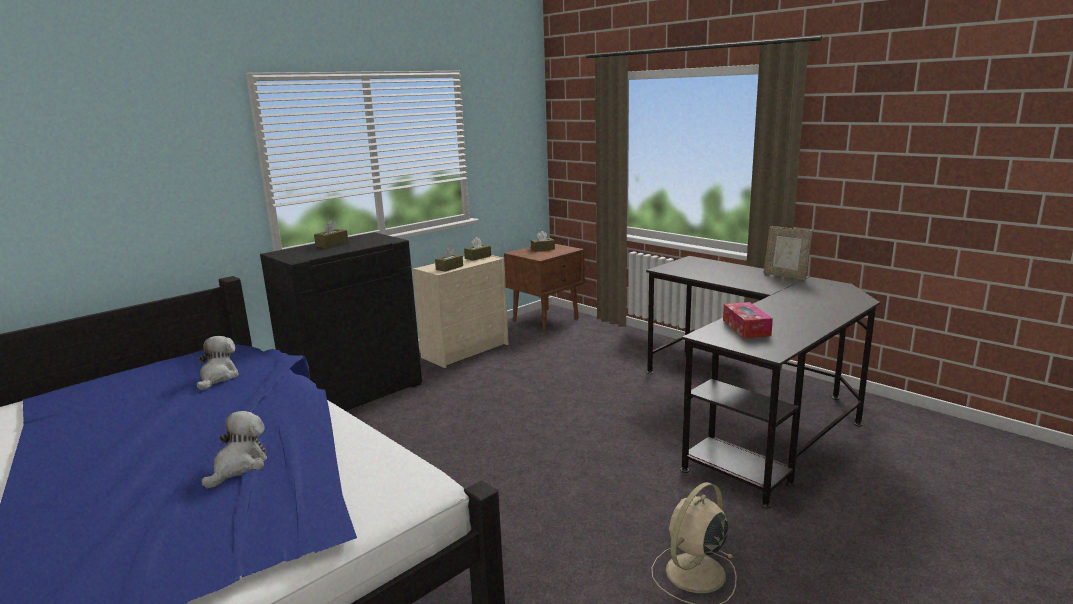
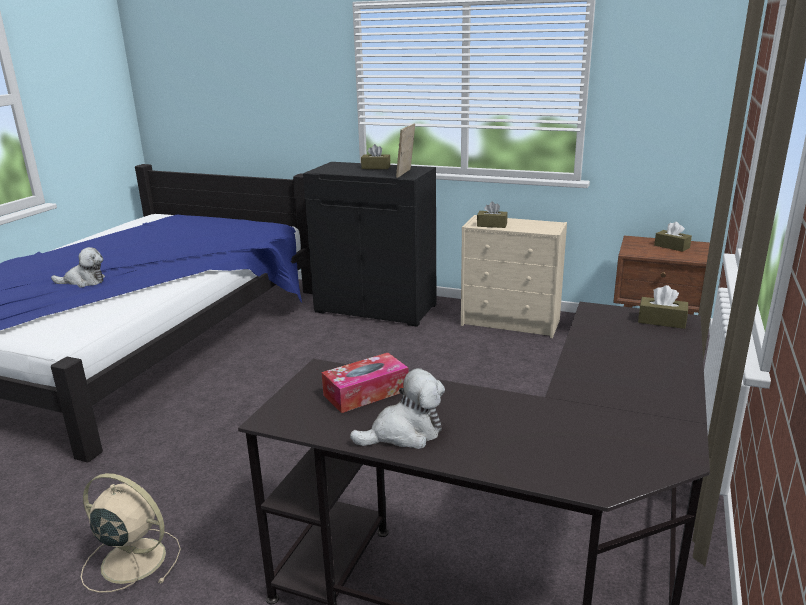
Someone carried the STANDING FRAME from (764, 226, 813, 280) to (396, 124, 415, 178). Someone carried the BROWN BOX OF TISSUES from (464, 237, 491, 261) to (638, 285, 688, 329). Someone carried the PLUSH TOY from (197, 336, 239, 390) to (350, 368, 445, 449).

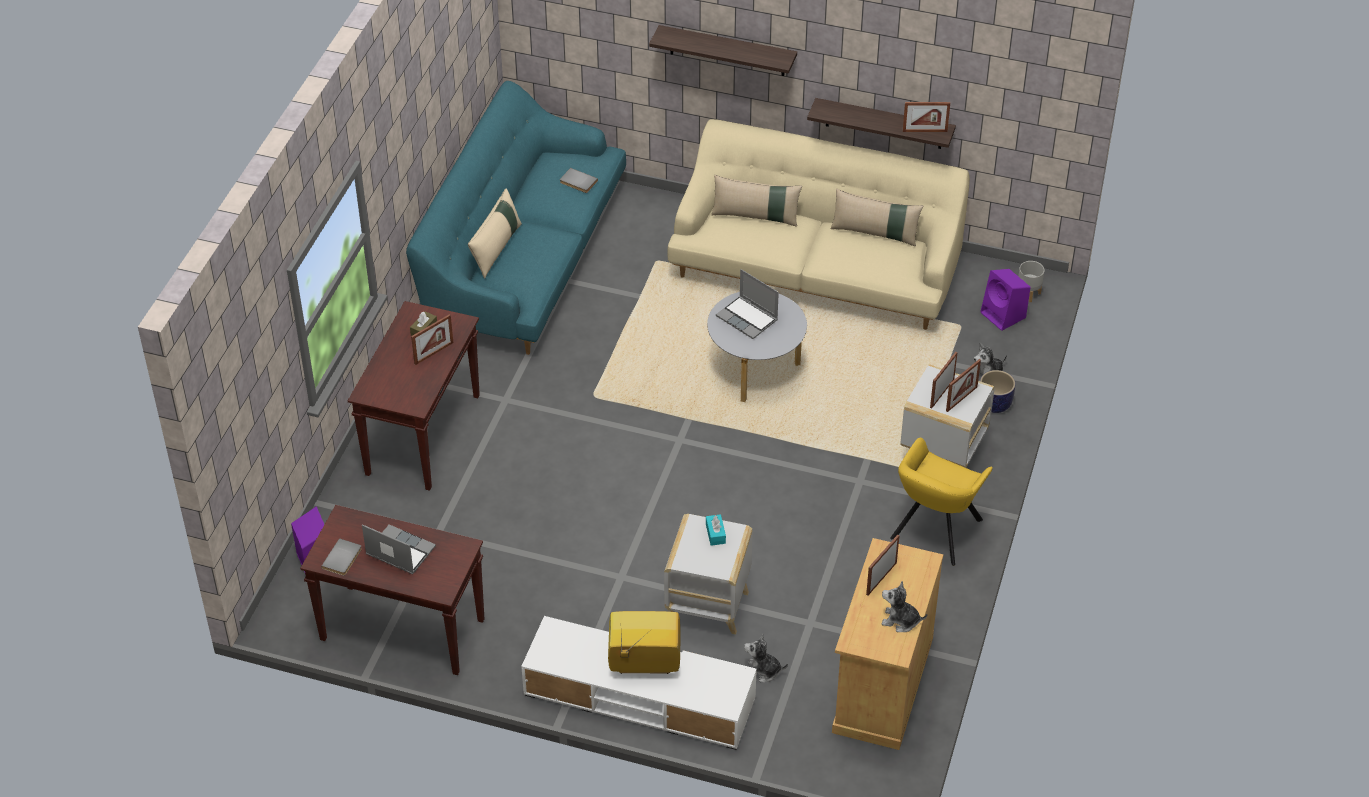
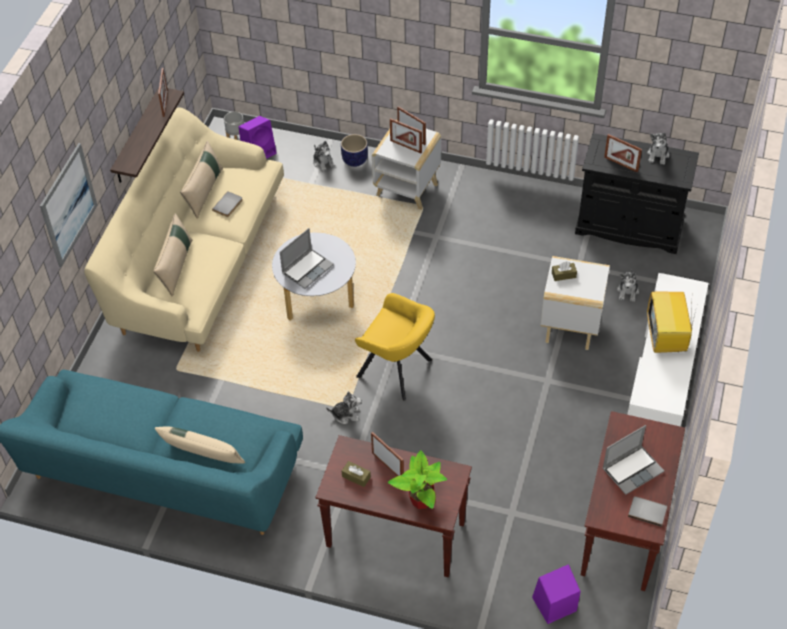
Someone swapped the WALL SHELF at (649, 25, 797, 76) for the PICTURE at (40, 143, 97, 267). Someone carried the GREYISH BOUND BOOK from (560, 168, 598, 193) to (212, 191, 243, 217). Someone carried the YELLOW-COLOURED EASY CHAIR from (890, 438, 993, 566) to (355, 293, 435, 401). Someone repainted the BLUE-GREEN BOX OF TISSUES at (706, 514, 726, 546), which became the BROWN BOX OF TISSUES at (552, 261, 577, 281). Someone rotated the LAPTOP at (362, 524, 436, 574) by 150 degrees counterclockwise. Someone repainted the BEIGE-COLOURED CABINET at (832, 538, 944, 750), which became the BLACKISH CABINET at (575, 133, 699, 254). Someone put down the PLUSH TOY at (326, 391, 362, 424). Someone put down the HOUSEPLANT at (388, 450, 447, 509).

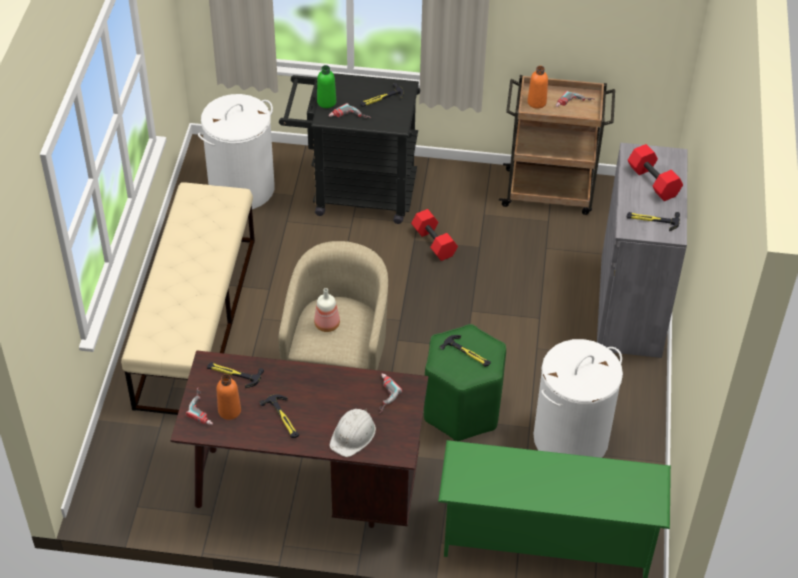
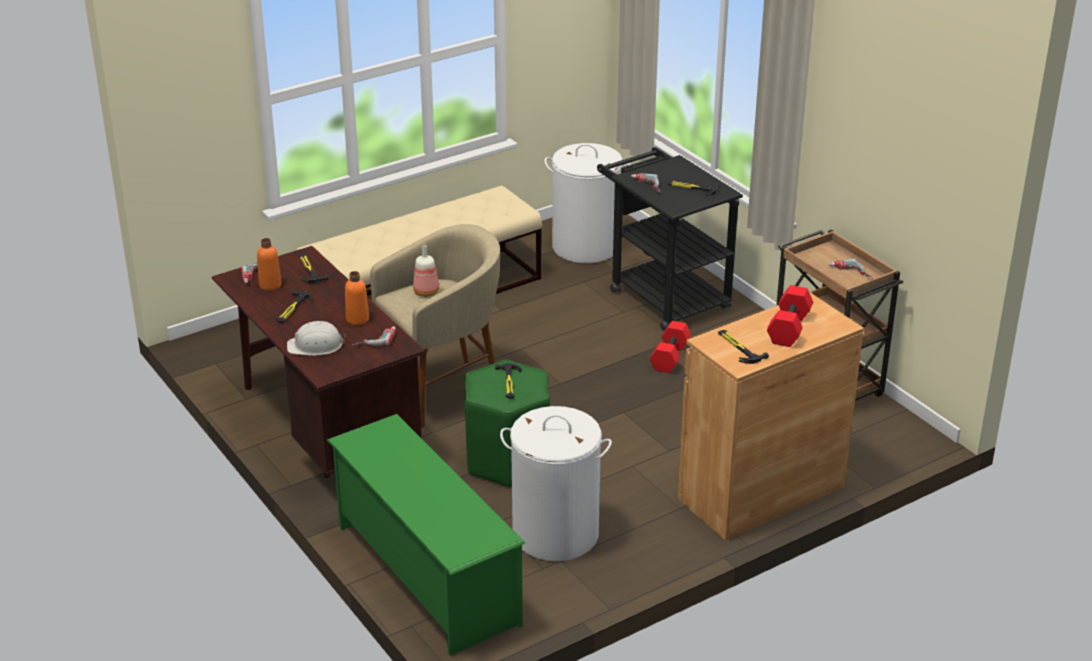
Someone took away the GREENISH DRINK BOTTLE at (317, 65, 336, 108). Someone carried the ORANGE-COLOURED DRINK BOTTLE from (527, 66, 548, 109) to (345, 271, 369, 325). Someone repainted the GREYISH CABINET at (597, 143, 687, 358), which became the BROWN CABINET at (678, 293, 864, 541).

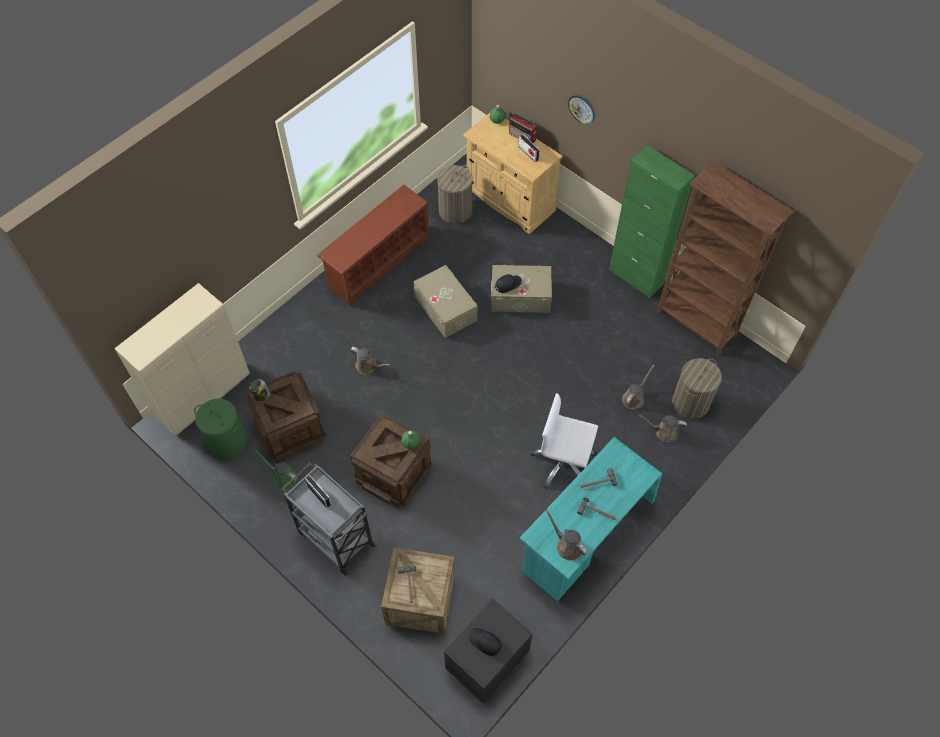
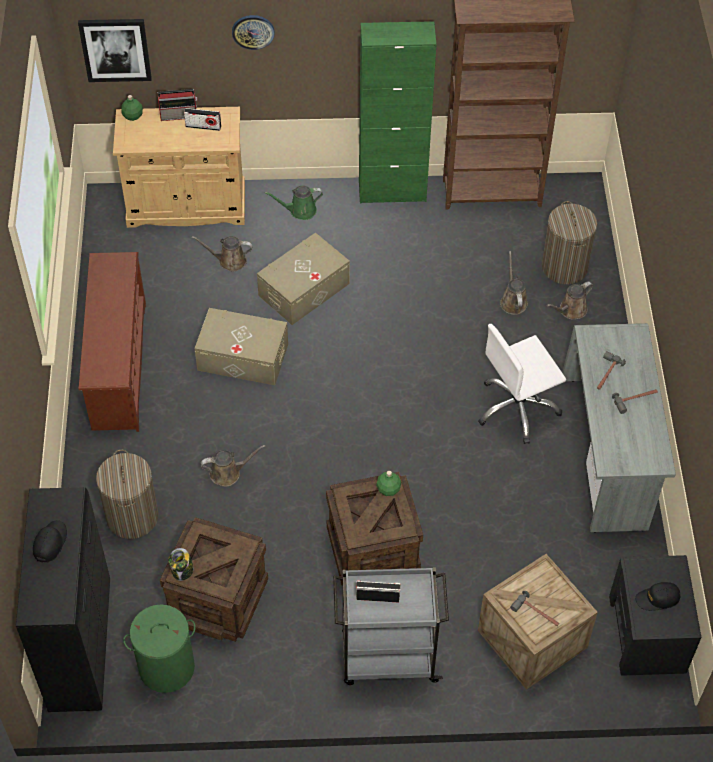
Someone carried the HAMPER from (437, 165, 473, 224) to (96, 449, 158, 539). Someone carried the BLACKISH BASEBALL CAP from (495, 274, 522, 293) to (33, 520, 67, 562). Someone repainted the BEIGE-COLOURED CABINET at (114, 283, 250, 436), which became the BLACKISH CABINET at (16, 487, 110, 712). Someone repainted the BLUE-GREEN DESK at (520, 437, 662, 601), which became the GREYISH DESK at (562, 323, 676, 532). Someone carried the GREENISH SPRINKLING CAN from (255, 450, 298, 490) to (265, 186, 323, 220). Someone carried the BROWN SPRINKLING CAN from (545, 509, 588, 561) to (192, 236, 253, 271). Someone put up the PICTURE at (78, 19, 152, 82).

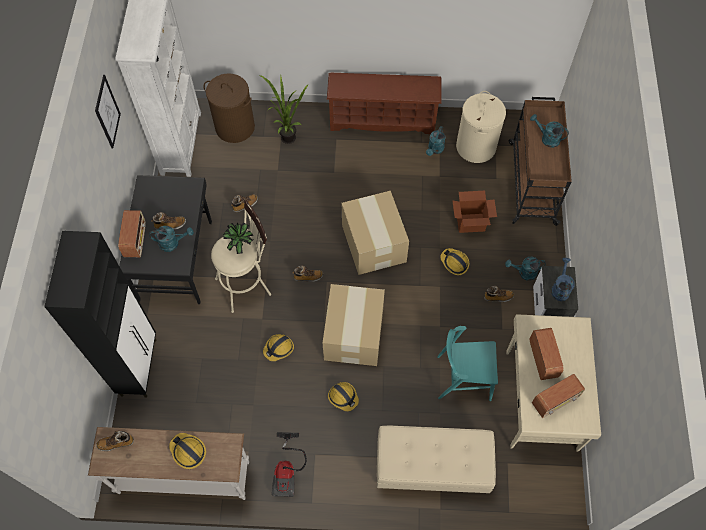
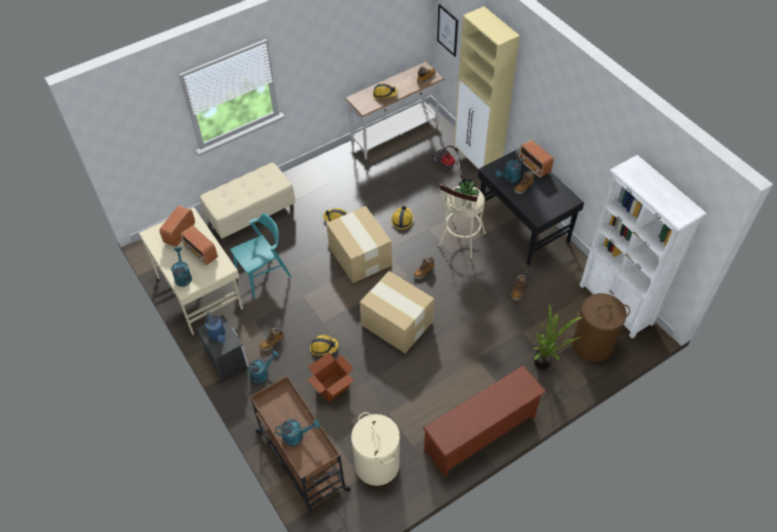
Someone carried the PICTURE from (95, 75, 121, 149) to (437, 4, 458, 57). Someone carried the BLUE-GREEN SPRINKLING CAN from (426, 126, 446, 156) to (171, 247, 192, 287). Someone repainted the BLACKISH CABINET at (44, 231, 156, 398), which became the BEIGE-COLOURED CABINET at (454, 6, 520, 169). Someone carried the VACUUM CLEANER from (272, 432, 307, 497) to (432, 146, 472, 186).

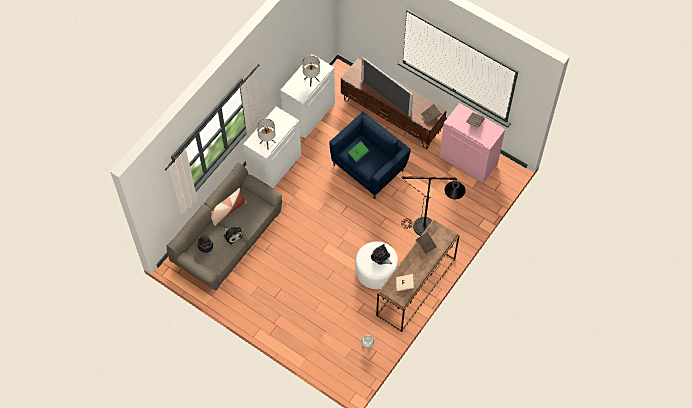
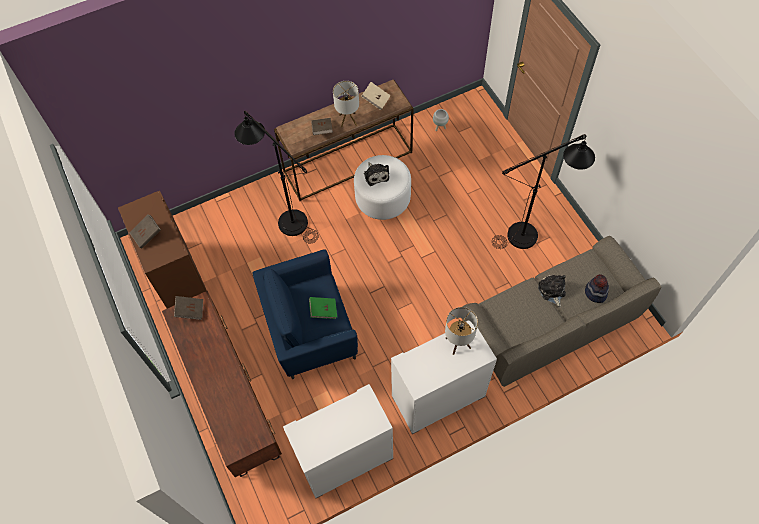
Someone carried the TABLE LAMP from (302, 55, 320, 87) to (333, 81, 359, 127). Someone took away the TV SET at (361, 57, 413, 117). Someone repainted the PINKISH CABINET at (439, 103, 505, 183), which became the BROWN CABINET at (118, 191, 207, 308). Someone took away the THROW PILLOW at (211, 188, 247, 226). Someone put down the BLACKISH STANDING LAMP at (492, 134, 595, 249).

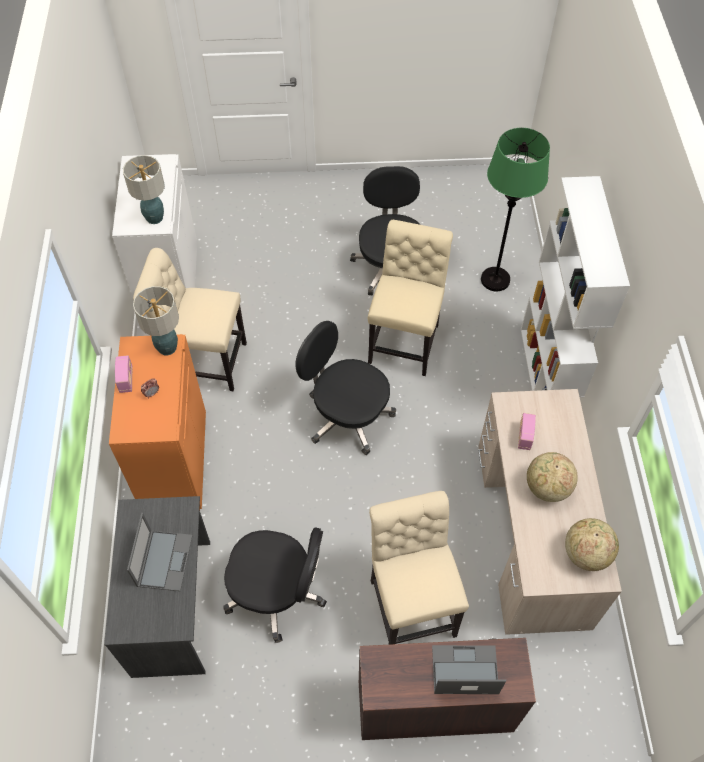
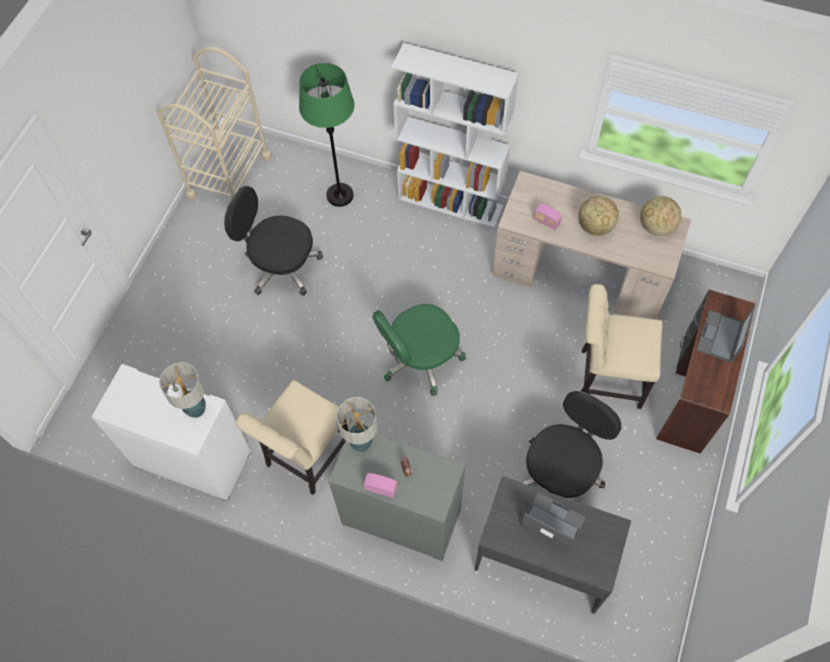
Someone took away the BEIGE-COLOURED CHAIR at (368, 220, 453, 376). Someone repainted the BLACKISH DESK CHAIR at (295, 321, 396, 455), which became the GREENISH DESK CHAIR at (372, 304, 466, 396). Someone repainted the ORANGE-COLOURED CABINET at (109, 334, 206, 510), which became the GREYISH CABINET at (328, 425, 466, 561). Someone put down the BEIGE-COLOURED WHEELED CART at (157, 47, 272, 200).

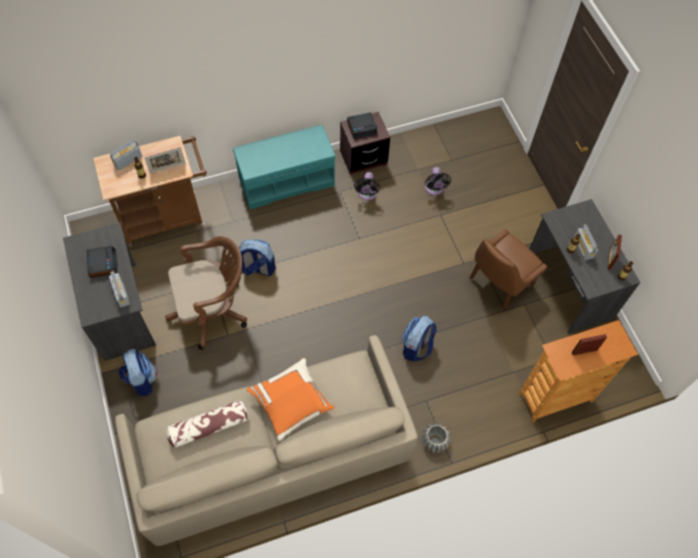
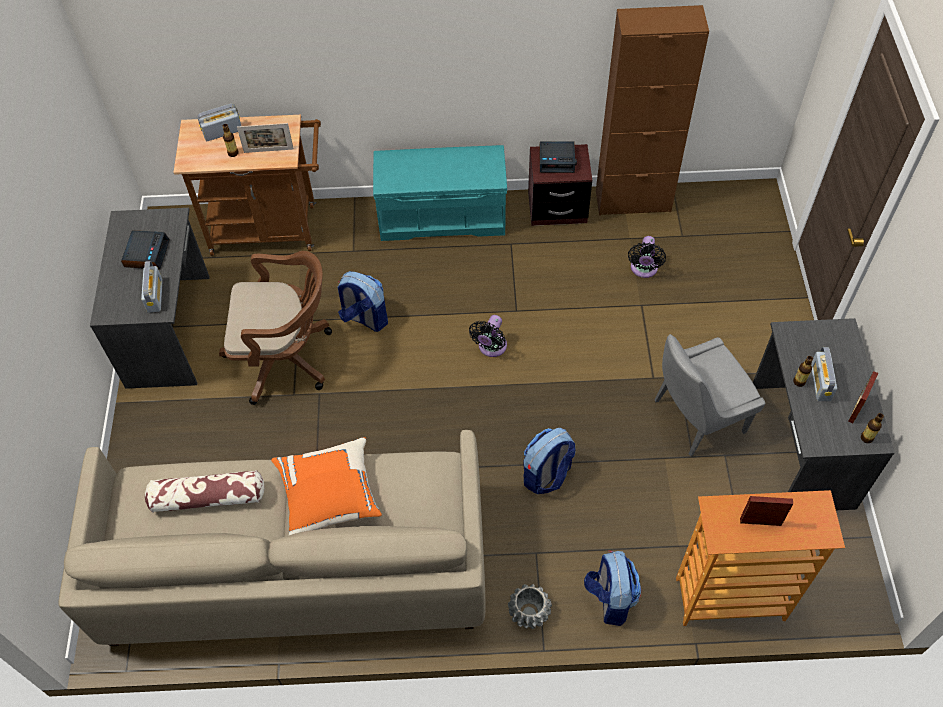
Someone carried the BLACKISH COOLING FAN from (354, 172, 380, 201) to (469, 315, 507, 357). Someone repainted the BROWN CHAIR at (470, 229, 547, 310), which became the GREYISH CHAIR at (655, 334, 765, 456). Someone carried the RUCKSACK from (119, 349, 157, 396) to (584, 551, 641, 626). Someone put down the BROWN CABINET at (596, 5, 709, 216).

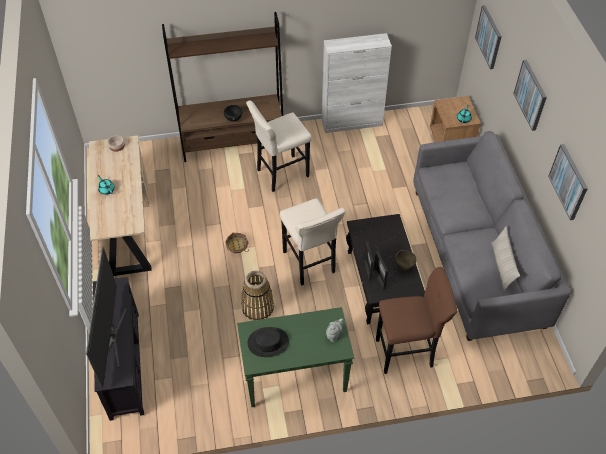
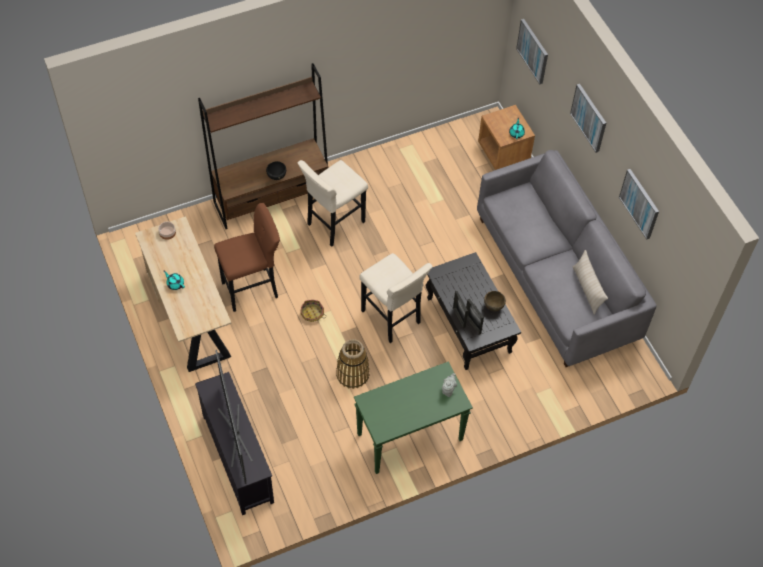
Someone took away the WHITISH CABINET at (322, 33, 392, 133). Someone carried the BROWN STOOL from (376, 267, 457, 374) to (214, 203, 280, 312). Someone took away the BLACKISH HAT at (247, 327, 289, 357).

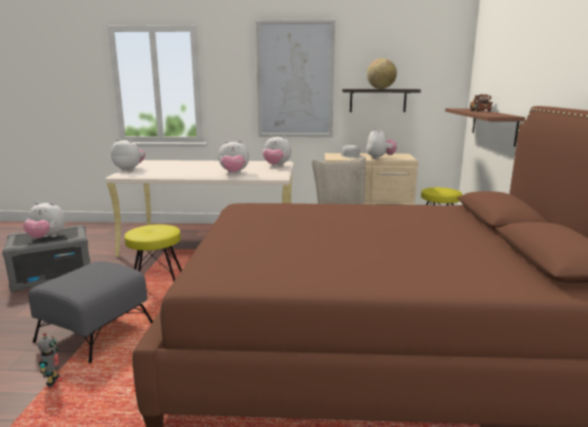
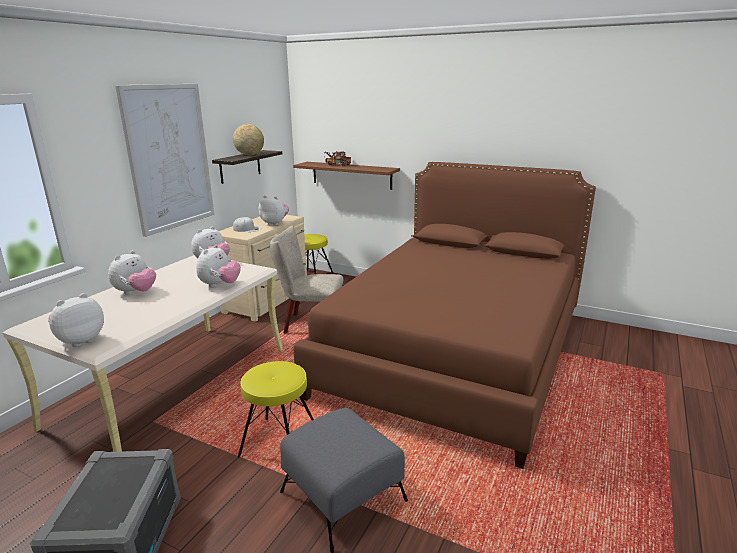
Someone carried the PLUSH TOY from (23, 202, 65, 239) to (108, 251, 156, 295). Someone took away the ROBOT FIGURE at (38, 333, 63, 388).

